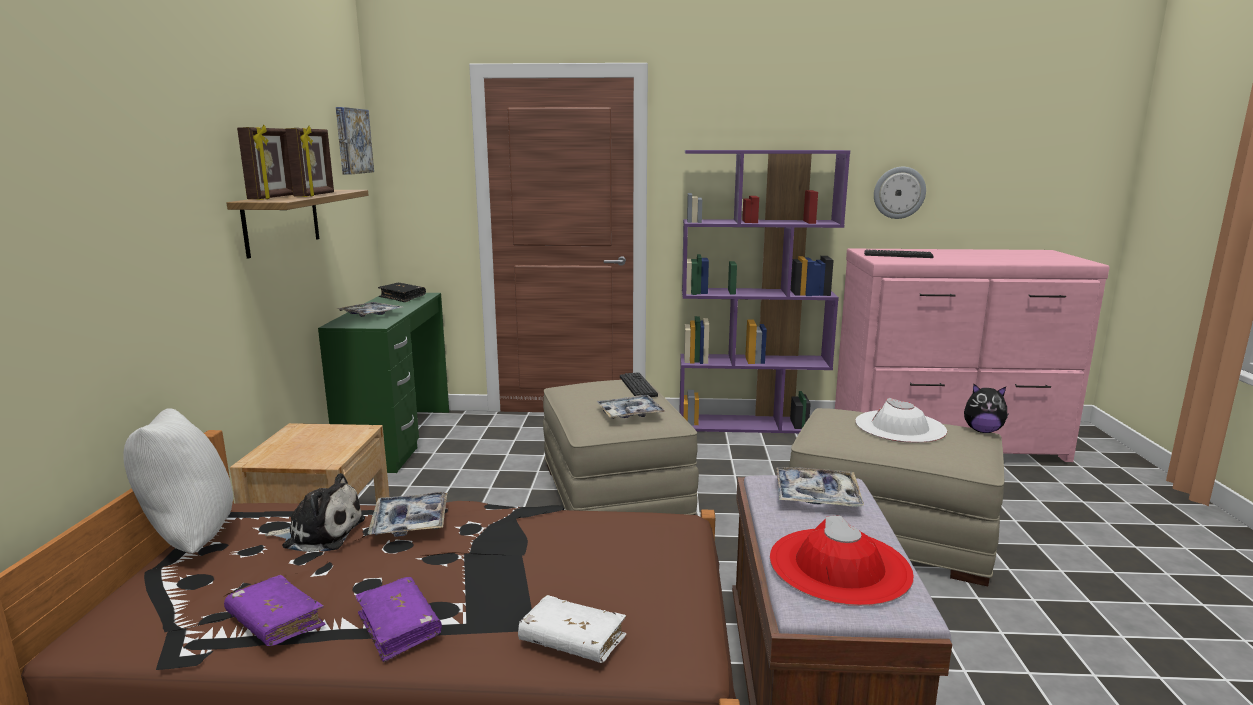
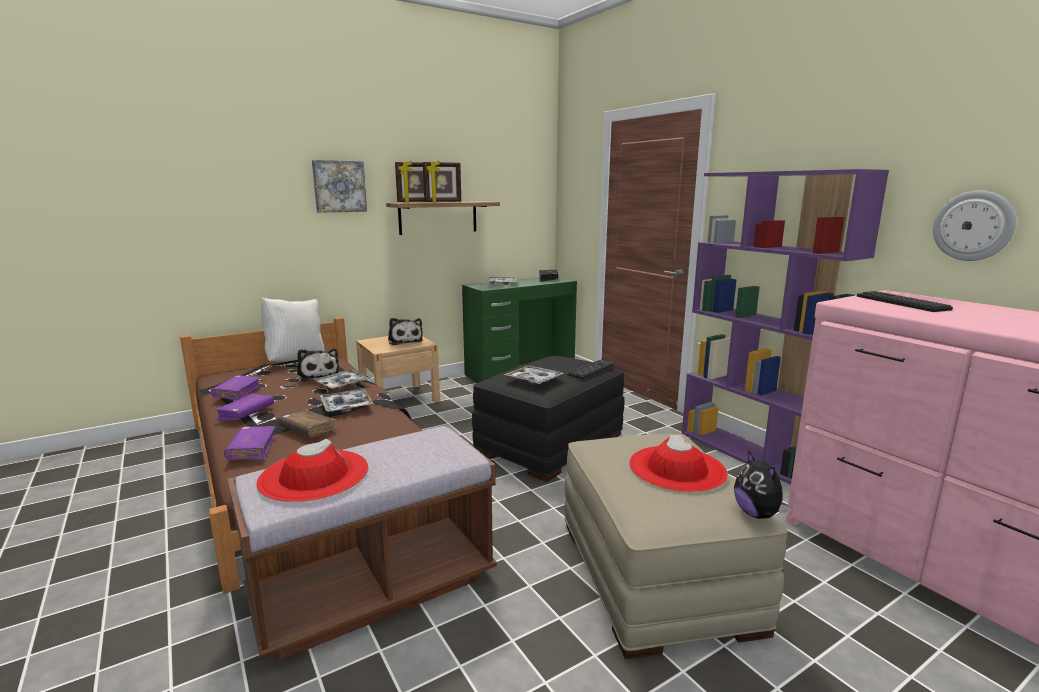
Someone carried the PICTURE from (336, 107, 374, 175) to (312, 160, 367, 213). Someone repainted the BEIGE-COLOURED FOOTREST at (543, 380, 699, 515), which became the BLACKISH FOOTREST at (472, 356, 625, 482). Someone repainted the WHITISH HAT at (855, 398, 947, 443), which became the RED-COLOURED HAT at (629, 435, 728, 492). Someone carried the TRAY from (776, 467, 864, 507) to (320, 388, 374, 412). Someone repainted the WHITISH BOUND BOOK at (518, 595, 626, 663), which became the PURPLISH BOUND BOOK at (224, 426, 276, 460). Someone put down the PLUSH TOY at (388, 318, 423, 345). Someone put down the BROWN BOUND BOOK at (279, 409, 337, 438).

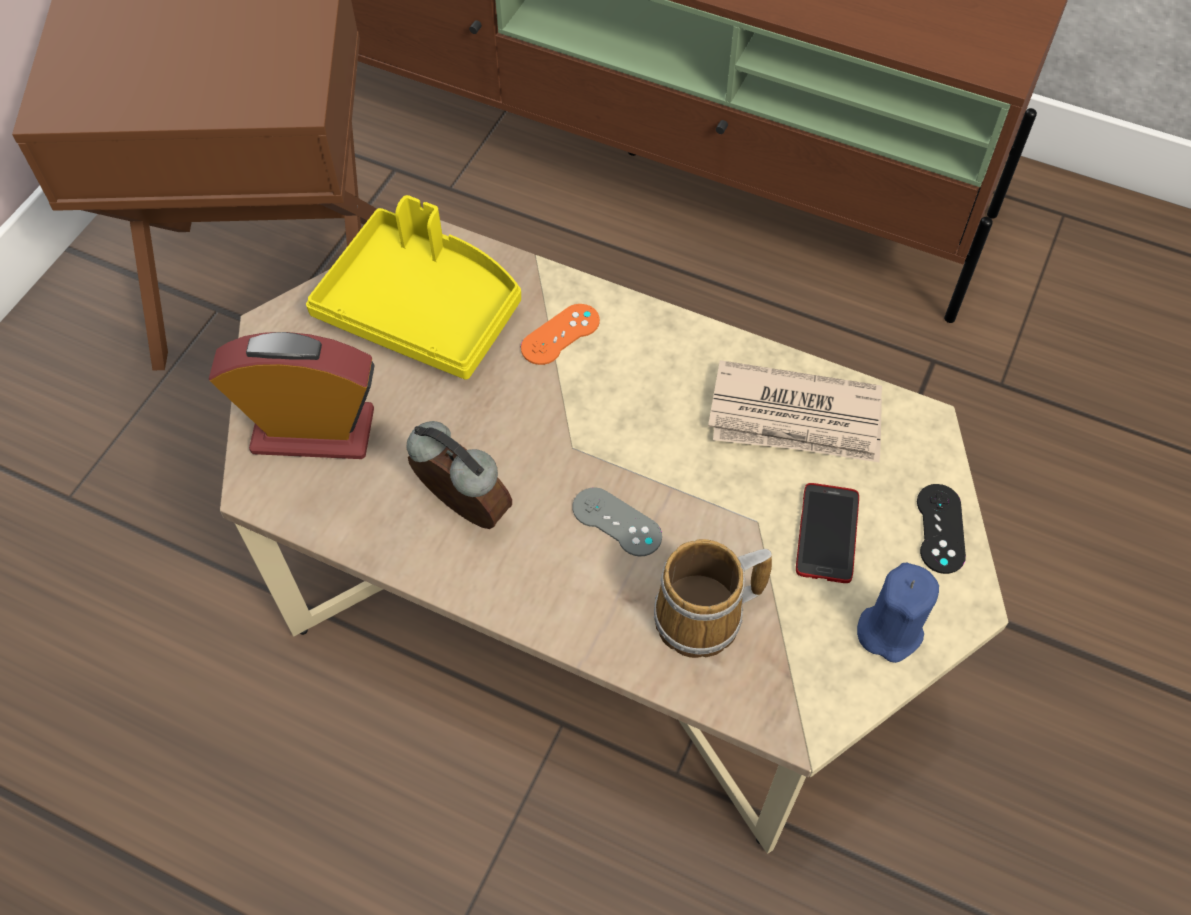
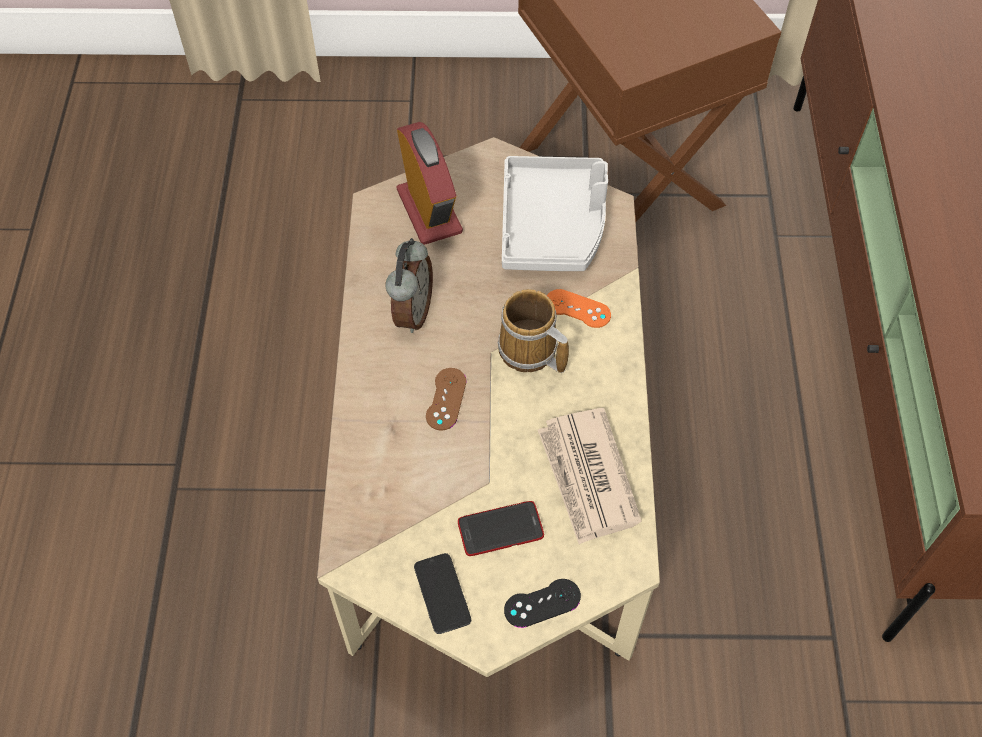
Someone repainted the YELLOW-COLOURED TRAY at (306, 195, 521, 380), which became the GREYISH TRAY at (502, 156, 608, 271). Someone repainted the GREYISH JOYPAD at (573, 487, 662, 557), which became the BROWN JOYPAD at (426, 368, 467, 431). Someone carried the COFFEE MUG from (654, 539, 772, 658) to (497, 289, 569, 373). Someone swapped the BLUISH WAX LIGHT at (857, 562, 939, 663) for the HANDSET at (414, 553, 471, 634).

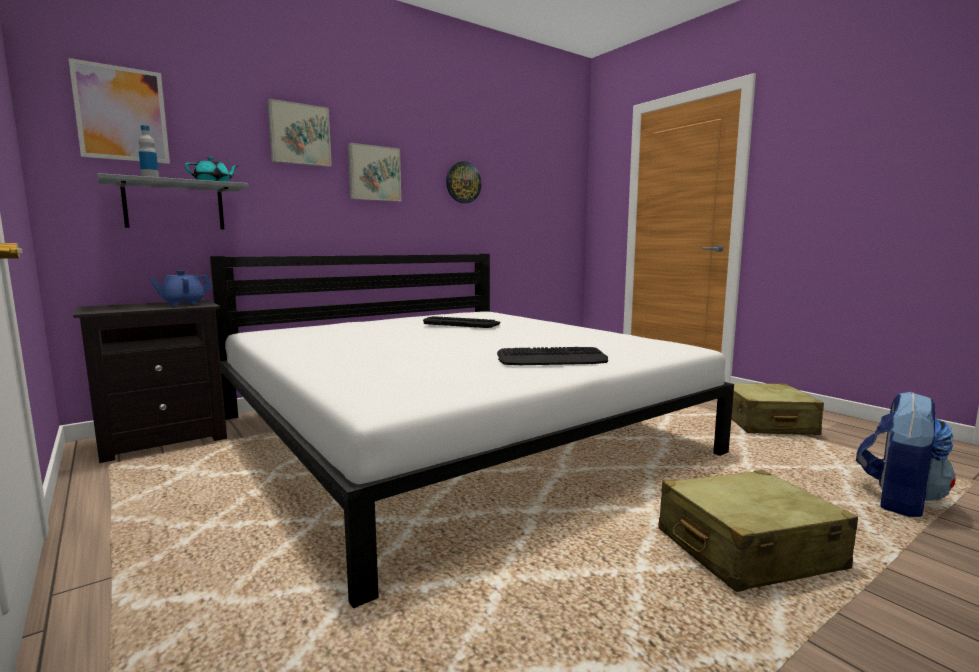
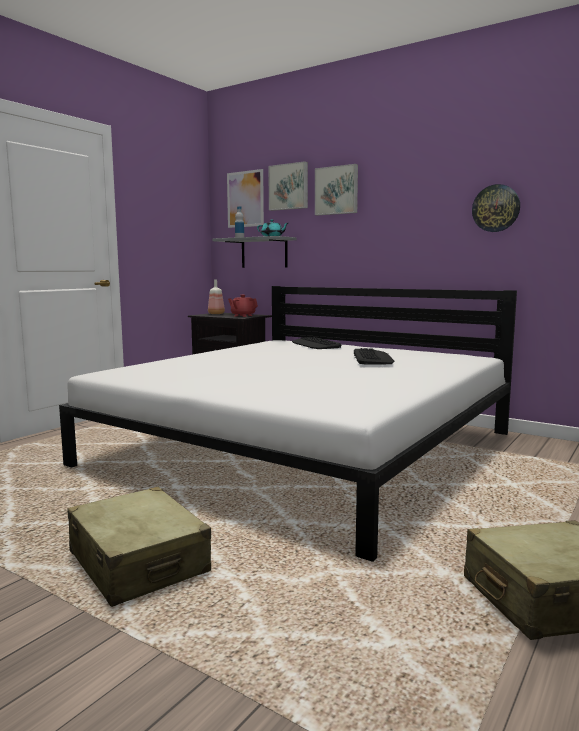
Someone carried the PICTURE from (348, 143, 401, 202) to (268, 161, 308, 211). Someone repainted the BLUISH TEA POT at (149, 270, 212, 306), which became the RED-COLOURED TEA POT at (228, 295, 258, 317). Someone carried the KEYBOARD from (497, 347, 608, 366) to (292, 337, 342, 349). Someone took away the RUCKSACK at (856, 391, 956, 517). Someone put down the DRINK BOTTLE at (208, 279, 225, 314).

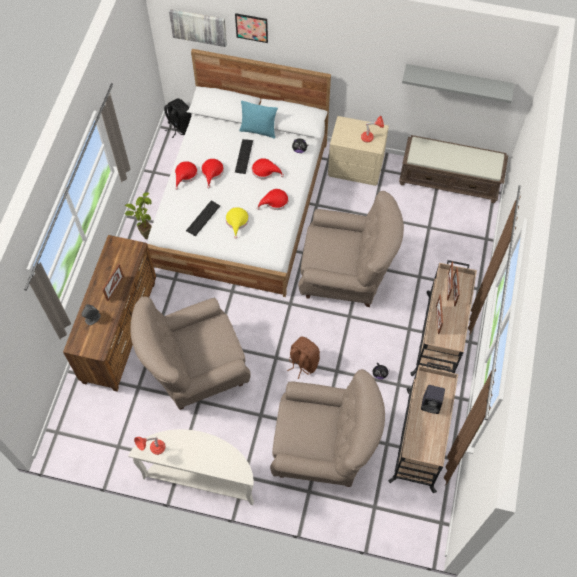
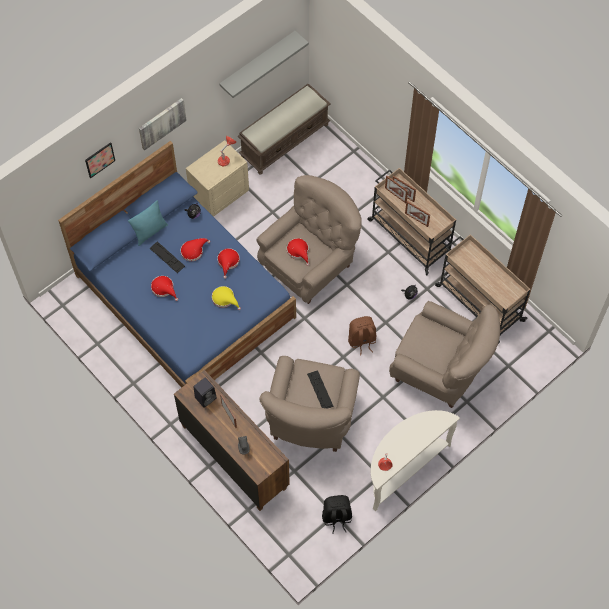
Someone carried the PICTURE from (169, 9, 227, 47) to (139, 98, 187, 150). Someone repainted the WHITISH BEDROOM BED at (147, 49, 331, 297), which became the BLUISH BEDROOM BED at (58, 141, 296, 388). Someone carried the BLACKISH RUCKSACK from (164, 98, 191, 138) to (322, 495, 352, 534). Someone carried the RED-COLOURED HAT from (175, 161, 198, 190) to (287, 238, 309, 266). Someone took away the HOUSEPLANT at (125, 192, 152, 239). Someone carried the KEYBOARD from (186, 200, 220, 236) to (307, 370, 334, 409). Someone rotated the BEIGE-COLOURED EASY CHAIR at (270, 369, 385, 487) by 75 degrees clockwise. Someone carried the BLACKISH AUDIO SPEAKER from (421, 385, 445, 414) to (194, 378, 217, 408).

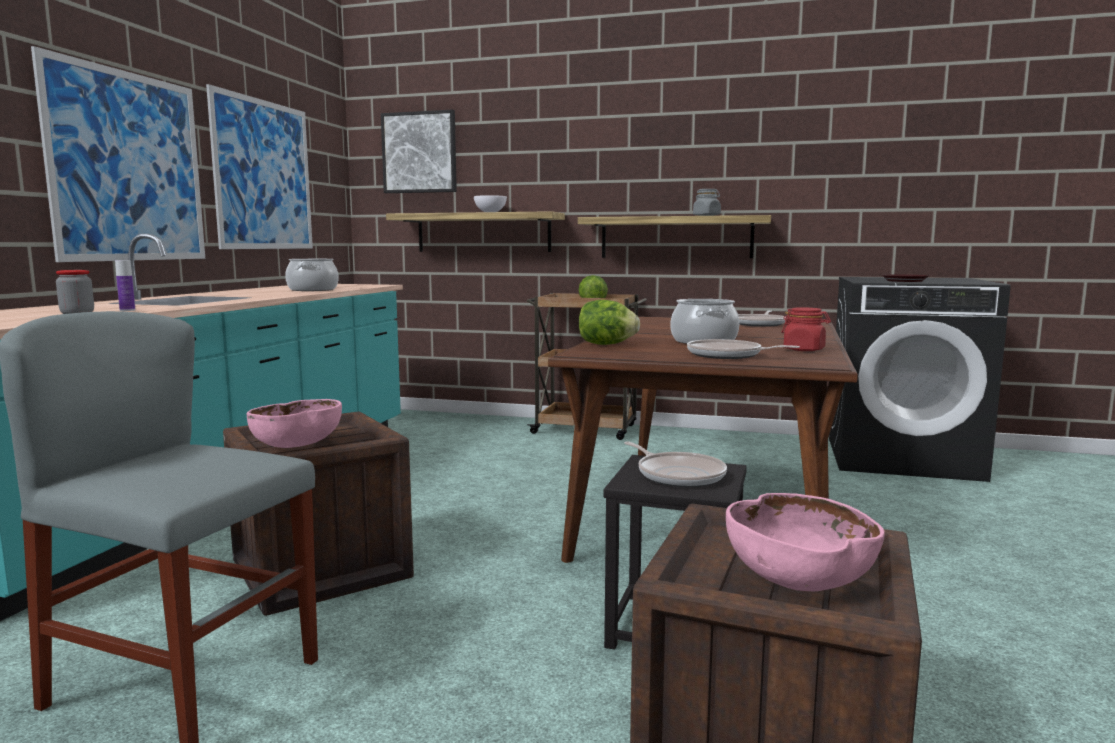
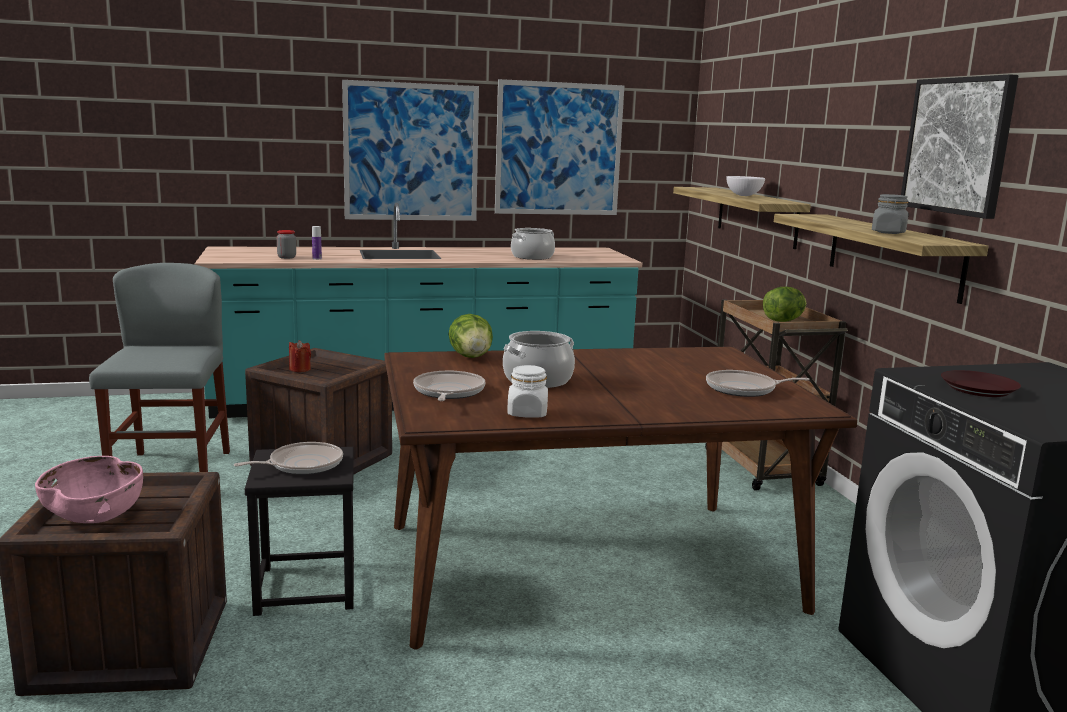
Someone carried the PICTURE from (381, 110, 457, 193) to (901, 74, 1019, 219). Someone repainted the RED-COLOURED PRESERVE JAR at (781, 308, 831, 351), which became the WHITISH PRESERVE JAR at (507, 365, 548, 418). Someone swapped the PINKISH DEEP DISH at (247, 399, 342, 448) for the RED-COLOURED WAX LIGHT at (289, 340, 311, 372). Someone rotated the FRYING PAN at (624, 441, 727, 487) by 150 degrees counterclockwise.

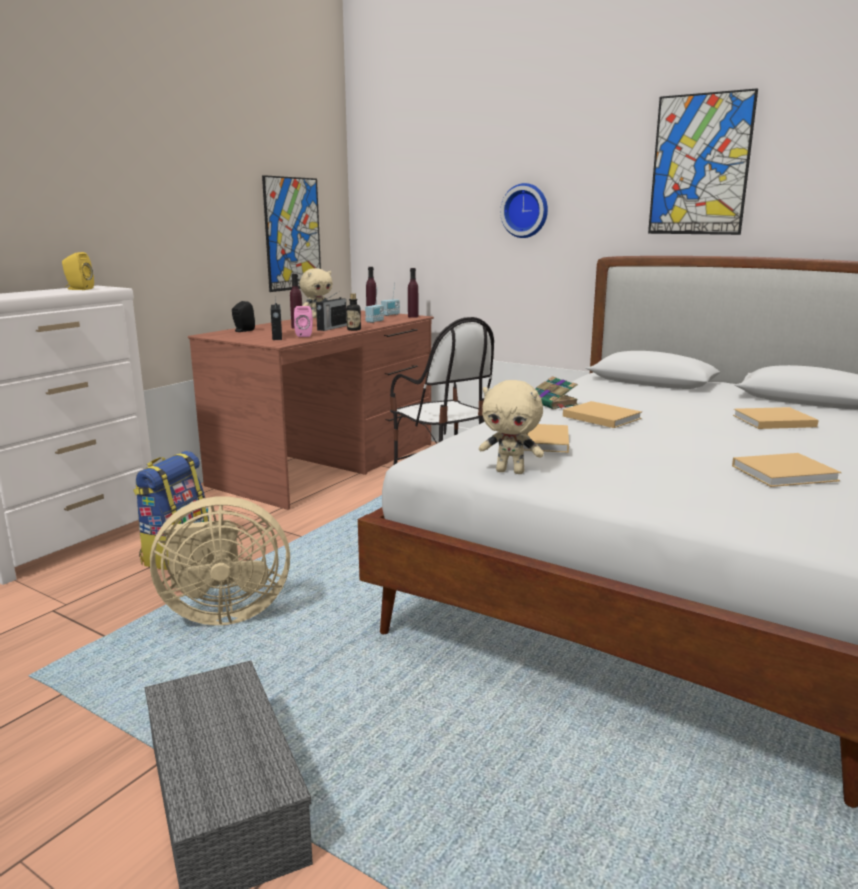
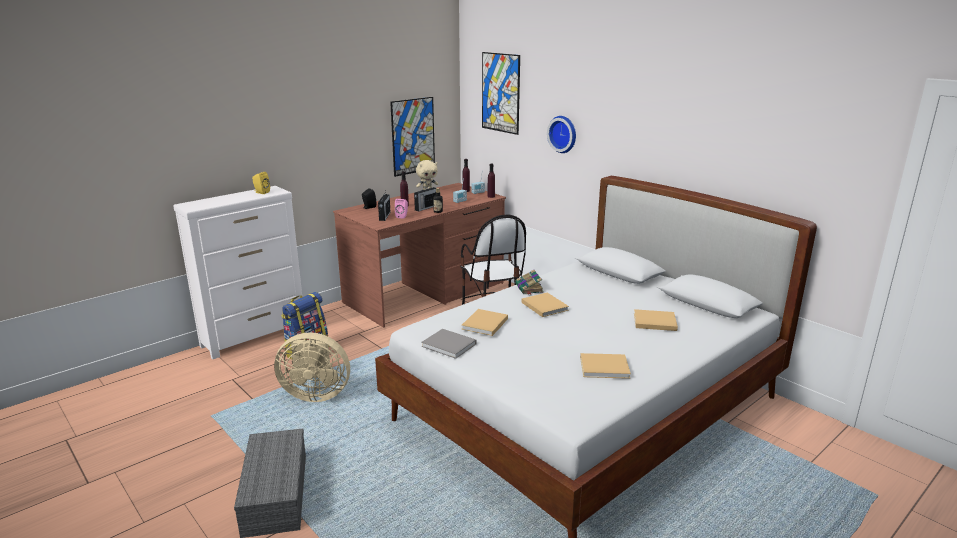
Someone carried the PICTURE from (648, 88, 758, 235) to (482, 52, 520, 135). Someone swapped the BEIGE-COLOURED PLUSH TOY at (479, 380, 544, 474) for the GREYISH BOUND BOOK at (421, 329, 476, 359).

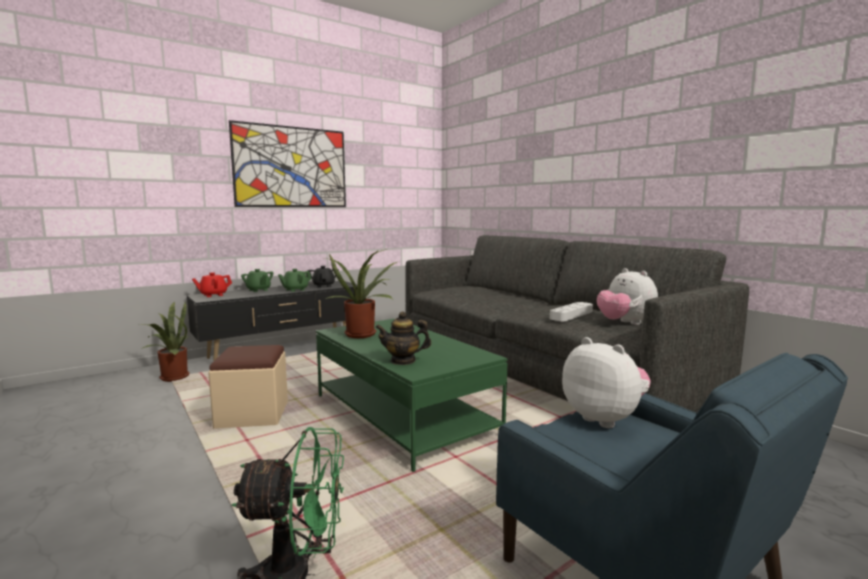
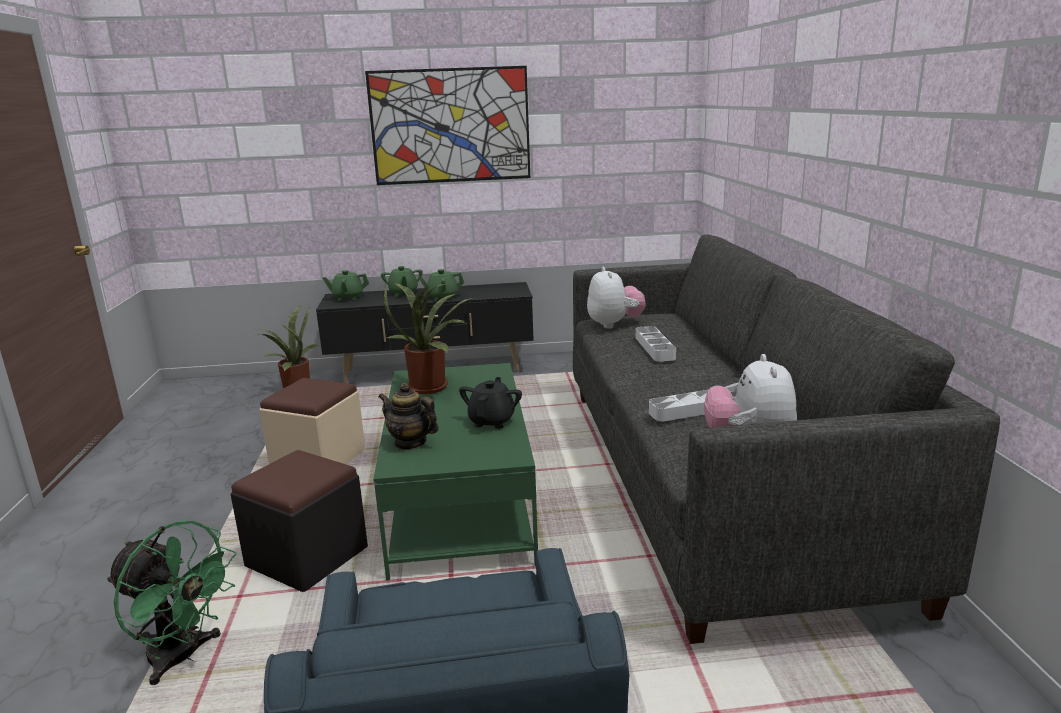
Someone carried the BLACKISH TEA POT from (308, 266, 339, 288) to (459, 377, 522, 429). Someone repainted the RED-COLOURED TEA POT at (192, 273, 232, 297), which became the GREENISH TEA POT at (322, 270, 369, 301). Someone carried the PLUSH TOY from (562, 337, 651, 428) to (587, 267, 646, 329). Someone put down the GREYISH TRAY at (636, 326, 676, 362). Someone put down the BLACKISH FOOTREST at (231, 450, 368, 592).

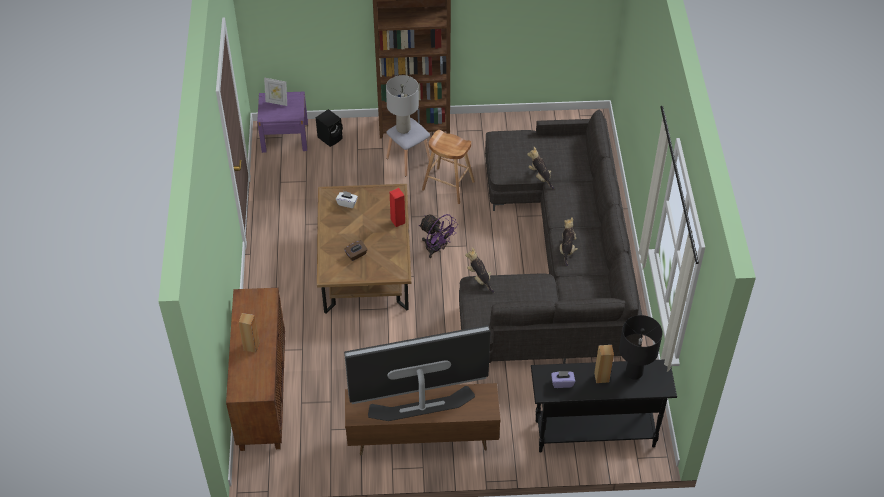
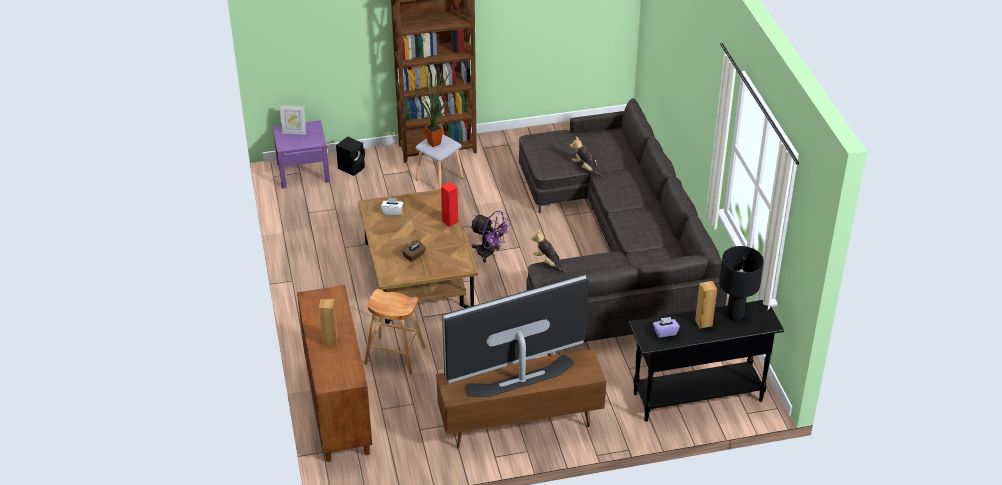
Someone swapped the GREYISH TABLE LAMP at (386, 75, 419, 134) for the HOUSEPLANT at (409, 56, 455, 147). Someone carried the BROWN STOOL from (422, 130, 475, 204) to (364, 289, 425, 375). Someone took away the PLUSH TOY at (560, 217, 578, 266).

